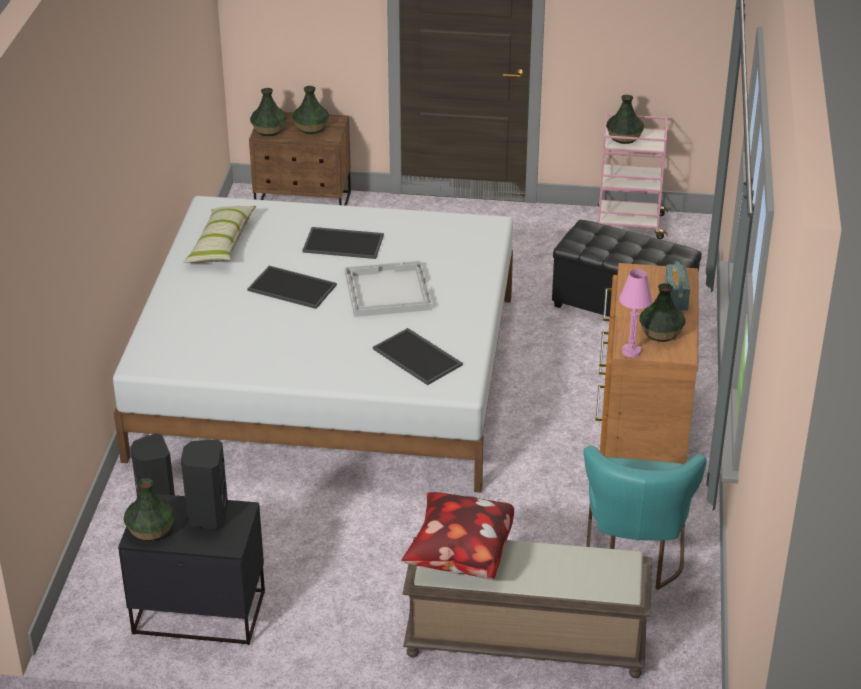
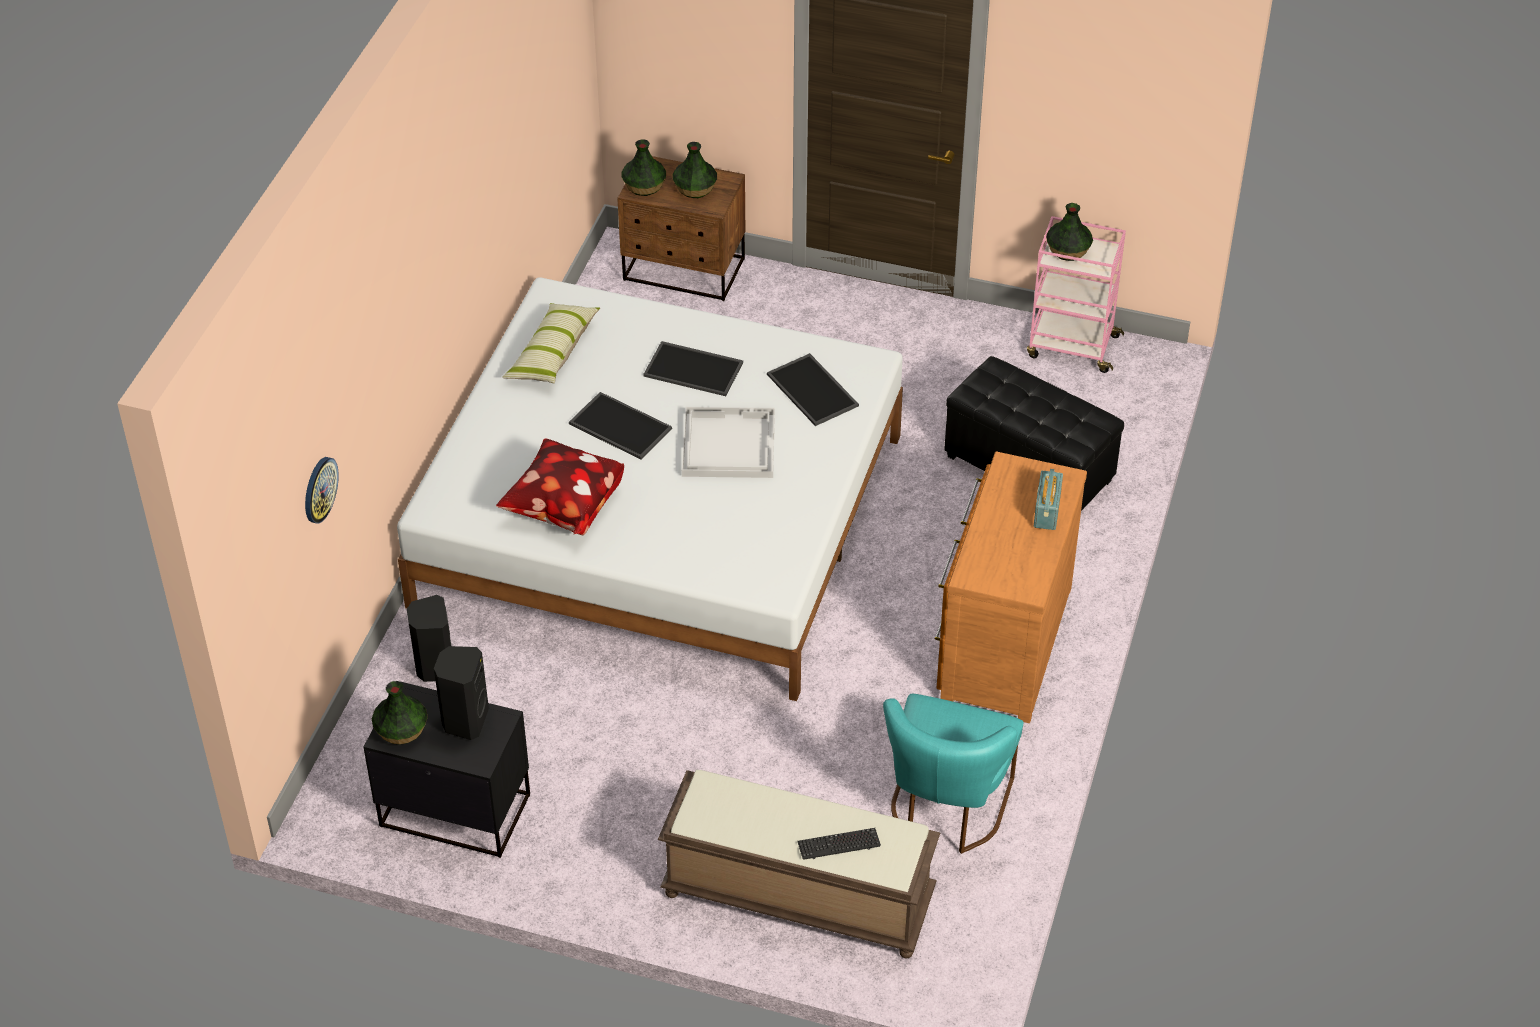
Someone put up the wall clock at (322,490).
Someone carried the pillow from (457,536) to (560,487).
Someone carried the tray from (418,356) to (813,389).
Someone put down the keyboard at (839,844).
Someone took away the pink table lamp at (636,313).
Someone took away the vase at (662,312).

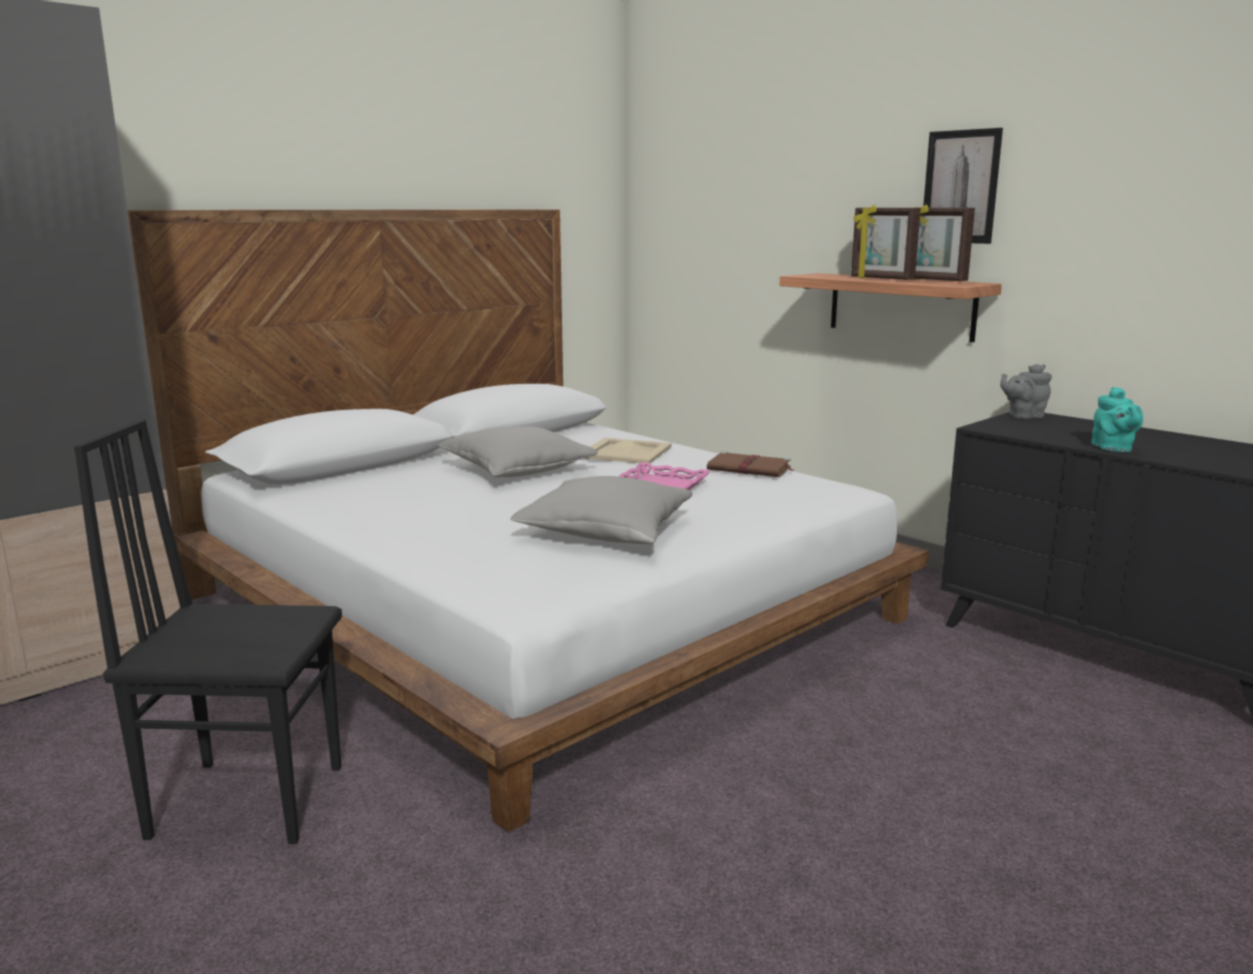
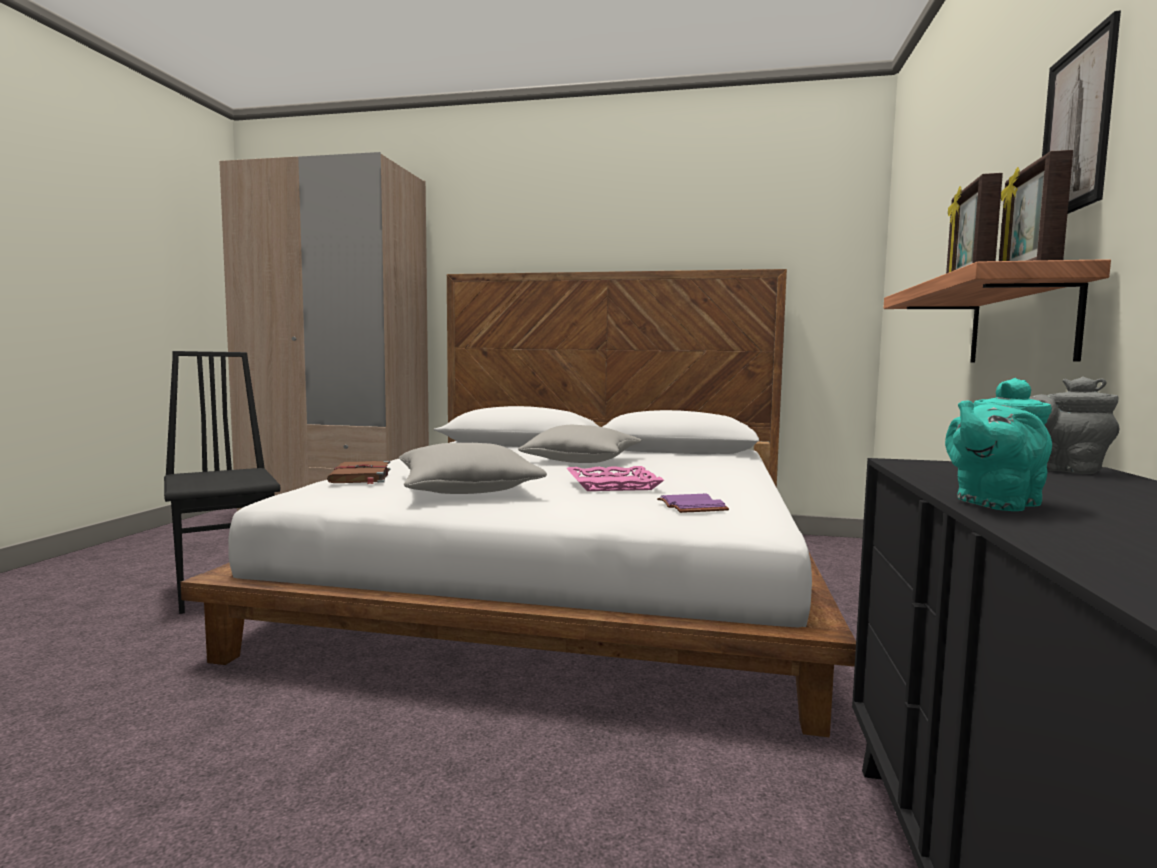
Someone carried the brown book from (750,464) to (359,472).
Someone put down the purple book at (693,503).
Someone took away the beige tray at (629,450).

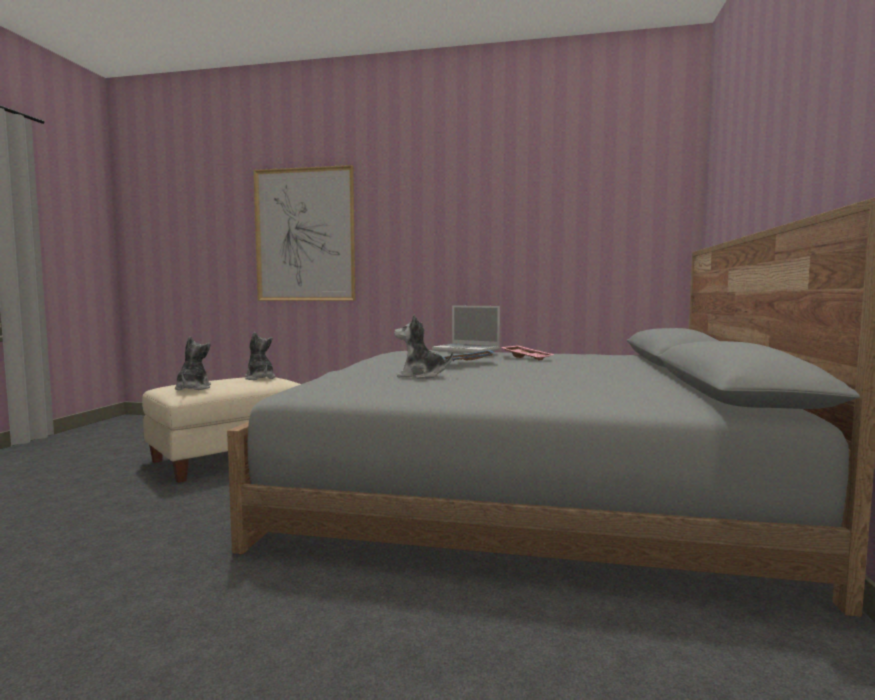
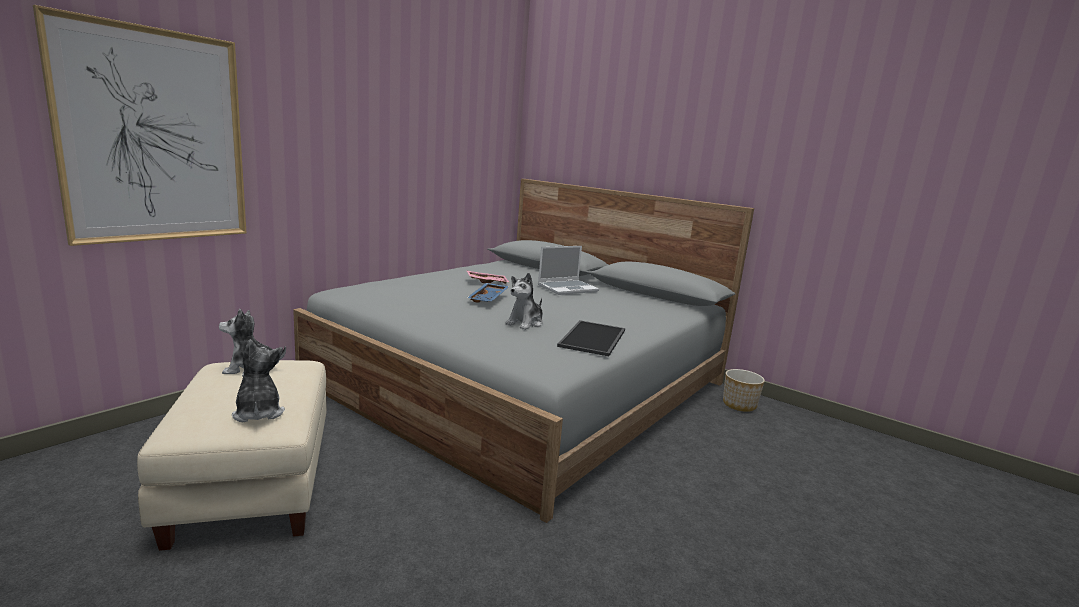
Someone rotated the plush toy at (193,363) by 45 degrees clockwise.
Someone carried the laptop from (466,329) to (568,270).
Someone put down the tray at (591,338).
Someone put down the planter at (744,390).

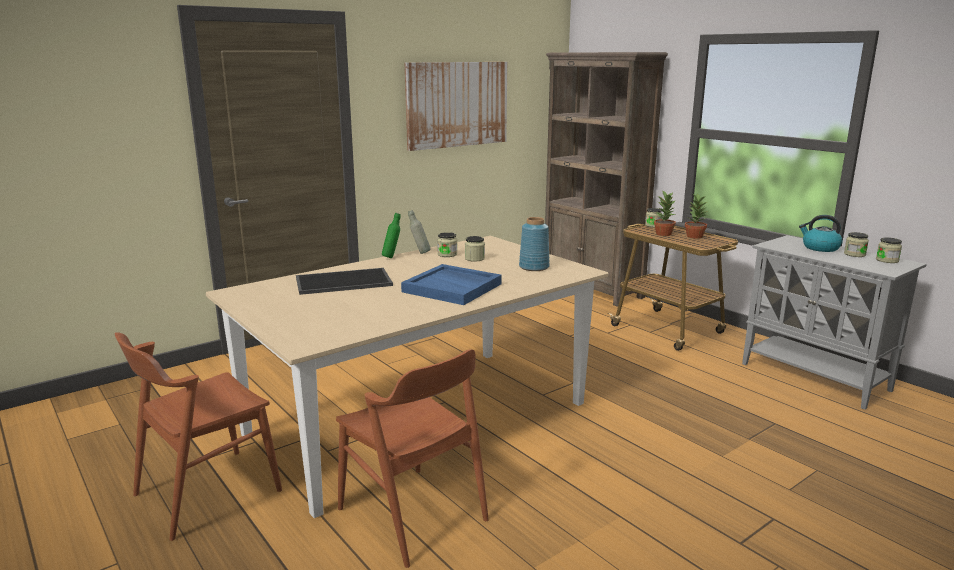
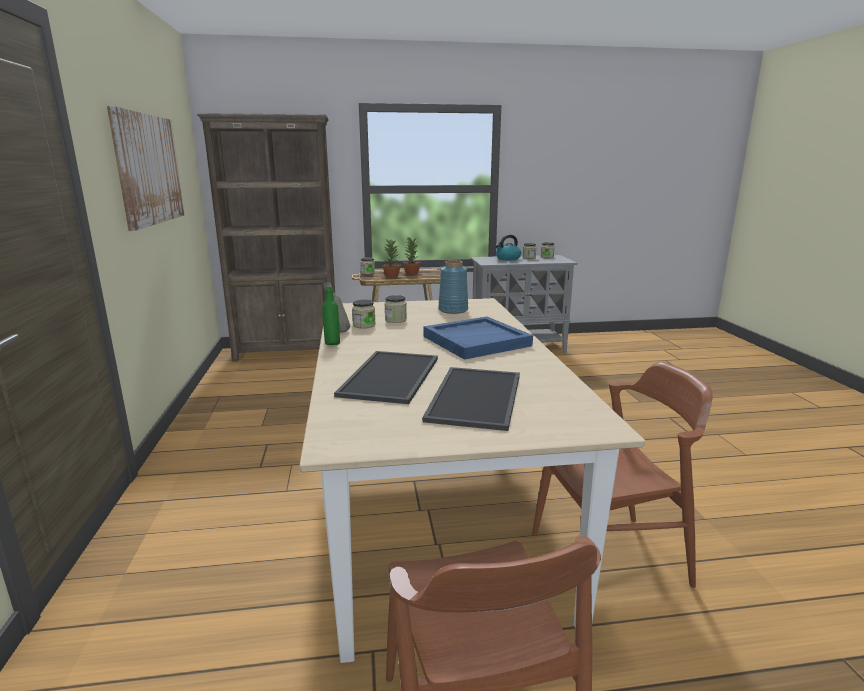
Someone put down the tray at (471,399).

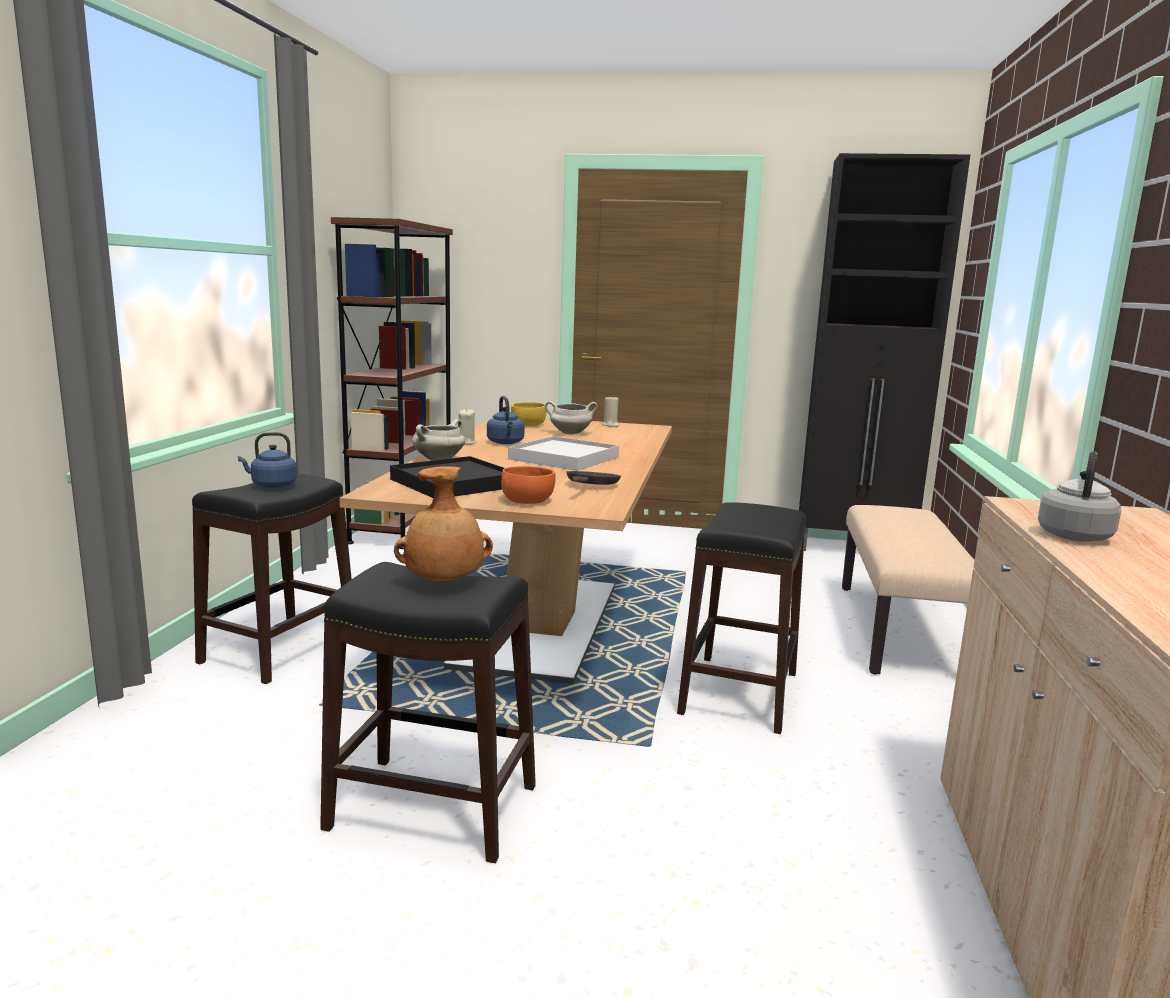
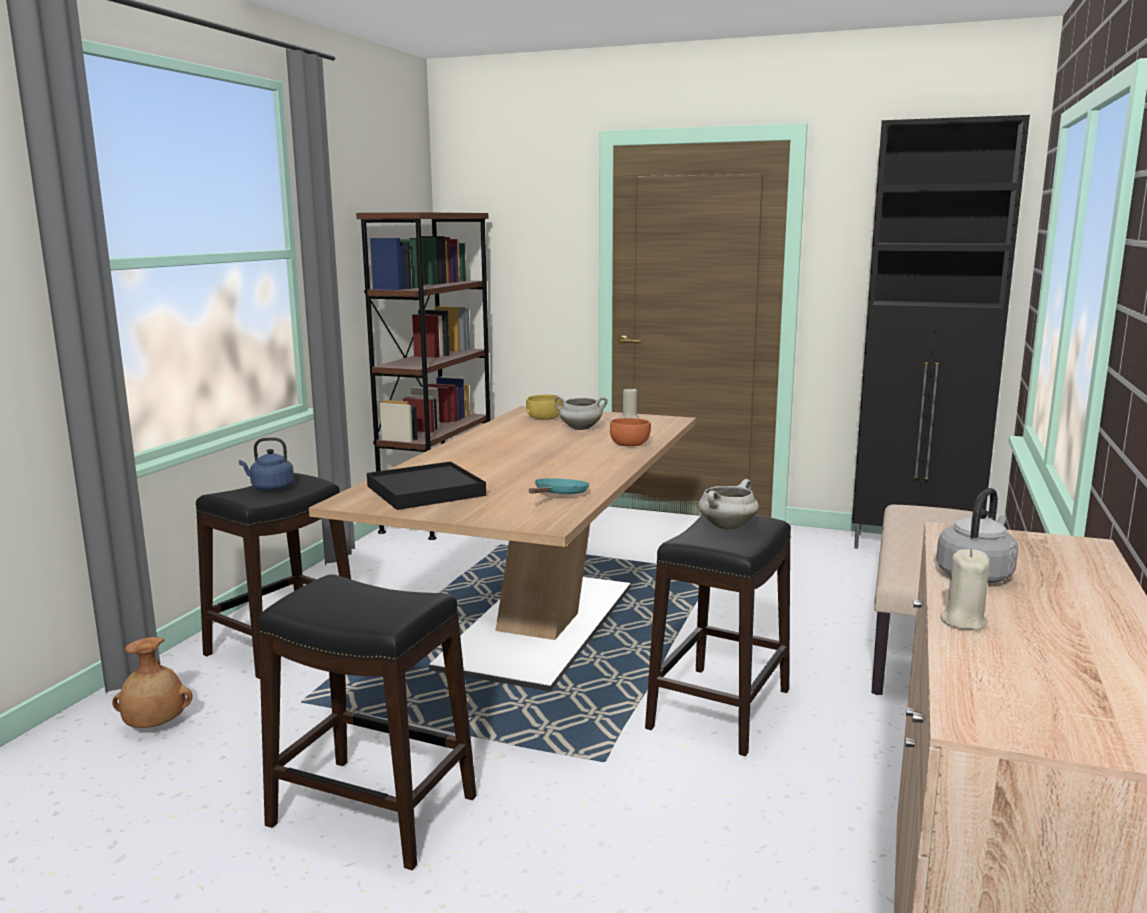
Someone carried the brown vase from (443,524) to (152,682).
Someone repainted the black frying pan at (593,478), which became the turquoise frying pan at (559,486).
Someone carried the orange bowl from (528,485) to (630,432).
Someone carried the white cooking pot from (438,440) to (728,504).
Someone carried the beige candle from (468,426) to (965,589).
Someone took away the blue kettle at (505,420).
Someone took away the white tray at (563,453).

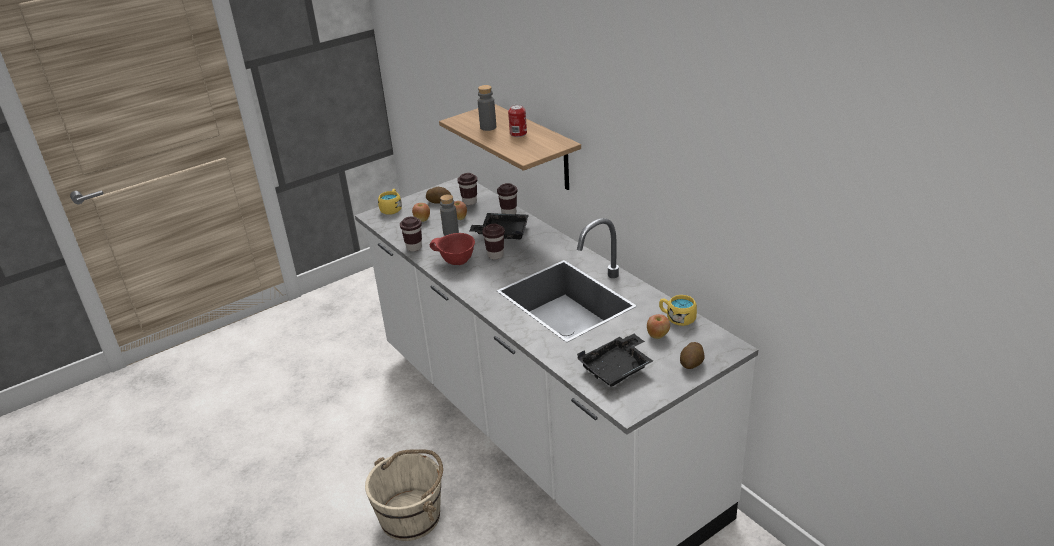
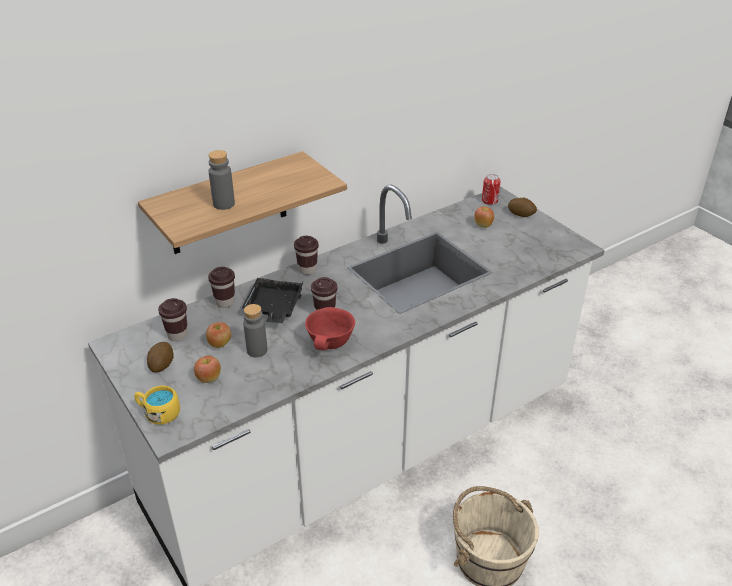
Someone carried the brown cup from (411,233) to (306,255).
Someone carried the can from (517,121) to (491,189).
Someone took away the black tray at (615,360).
Someone took away the yellow mug at (678,310).

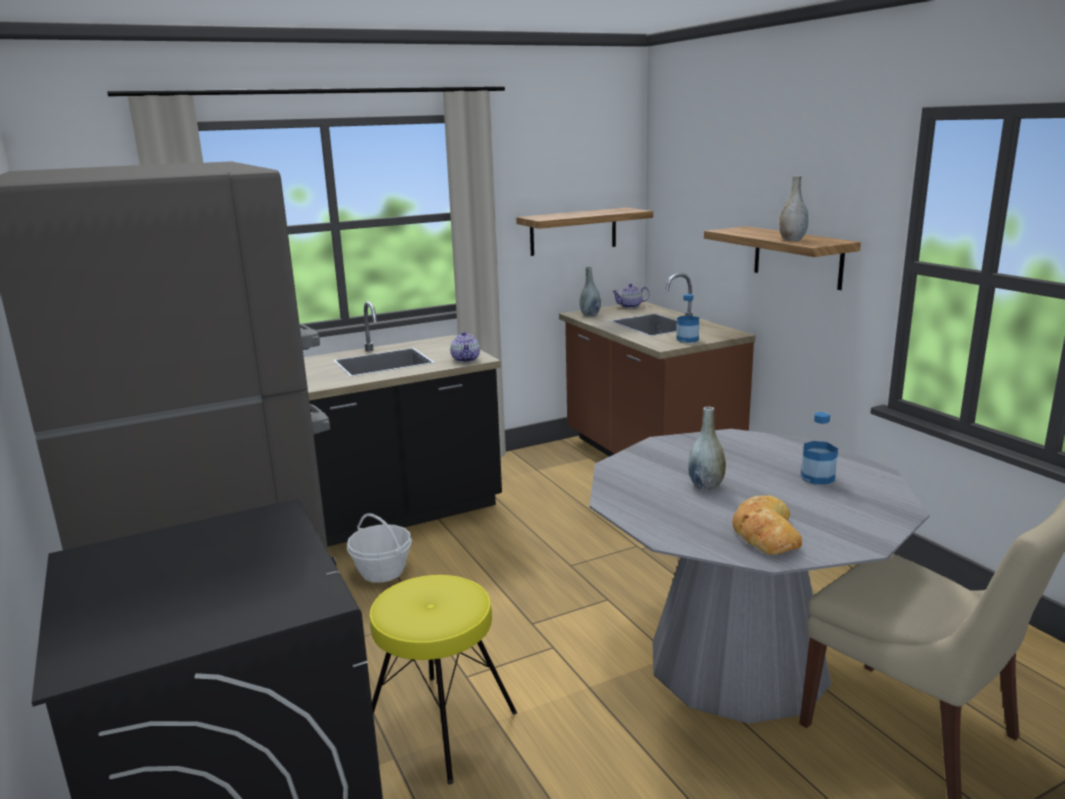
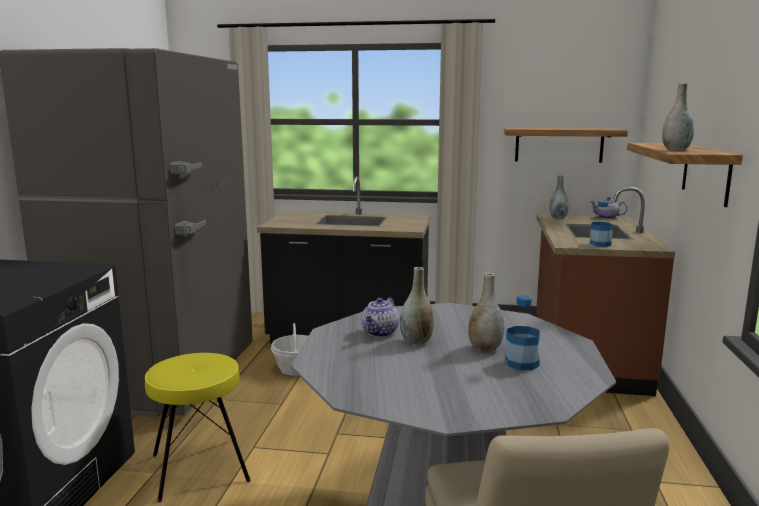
Someone carried the teapot from (465,346) to (380,317).
Someone put down the grey vase at (486,313).
Someone took away the bread at (767,525).

